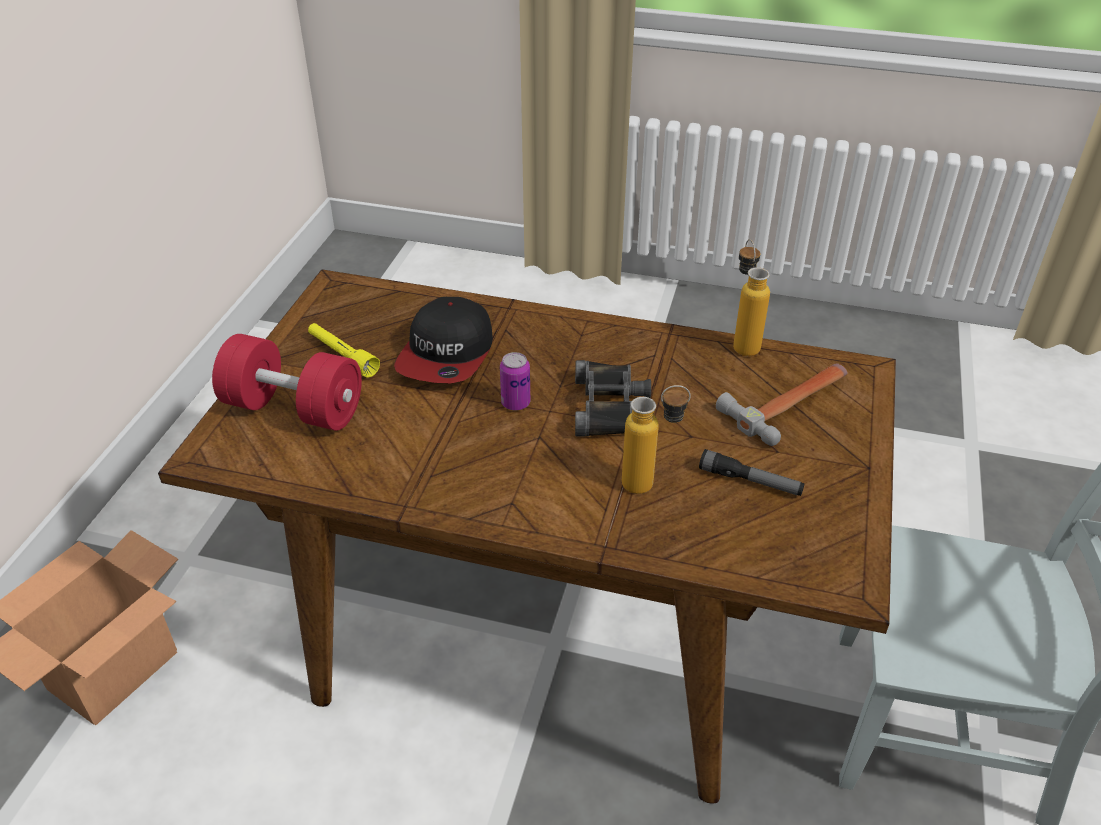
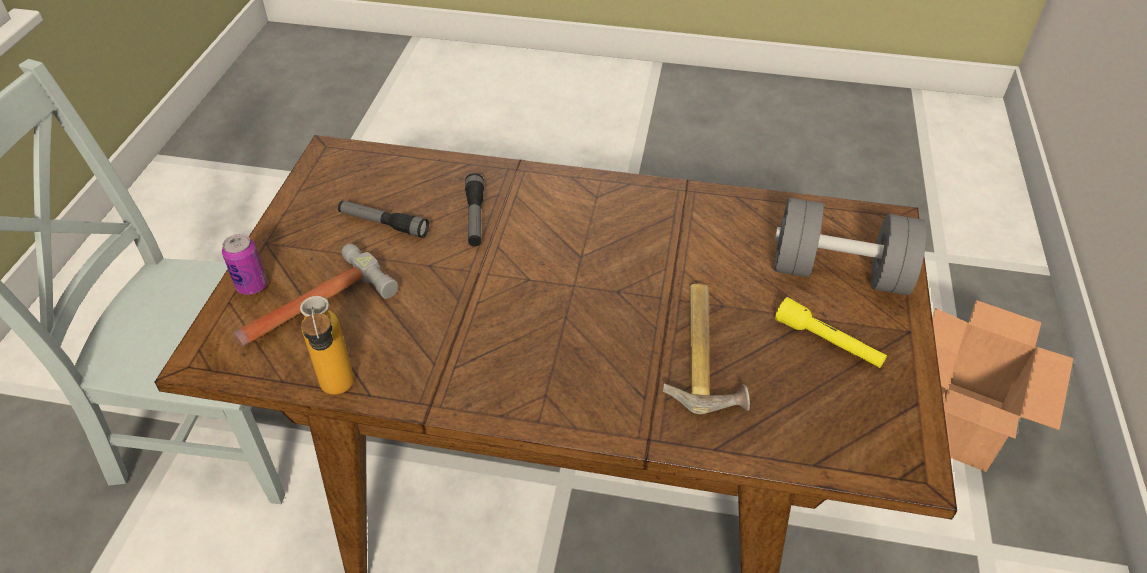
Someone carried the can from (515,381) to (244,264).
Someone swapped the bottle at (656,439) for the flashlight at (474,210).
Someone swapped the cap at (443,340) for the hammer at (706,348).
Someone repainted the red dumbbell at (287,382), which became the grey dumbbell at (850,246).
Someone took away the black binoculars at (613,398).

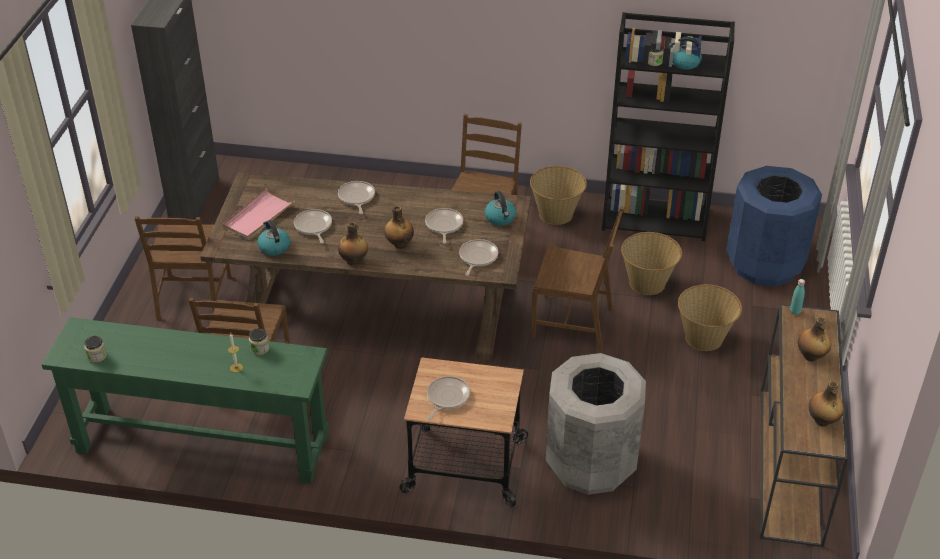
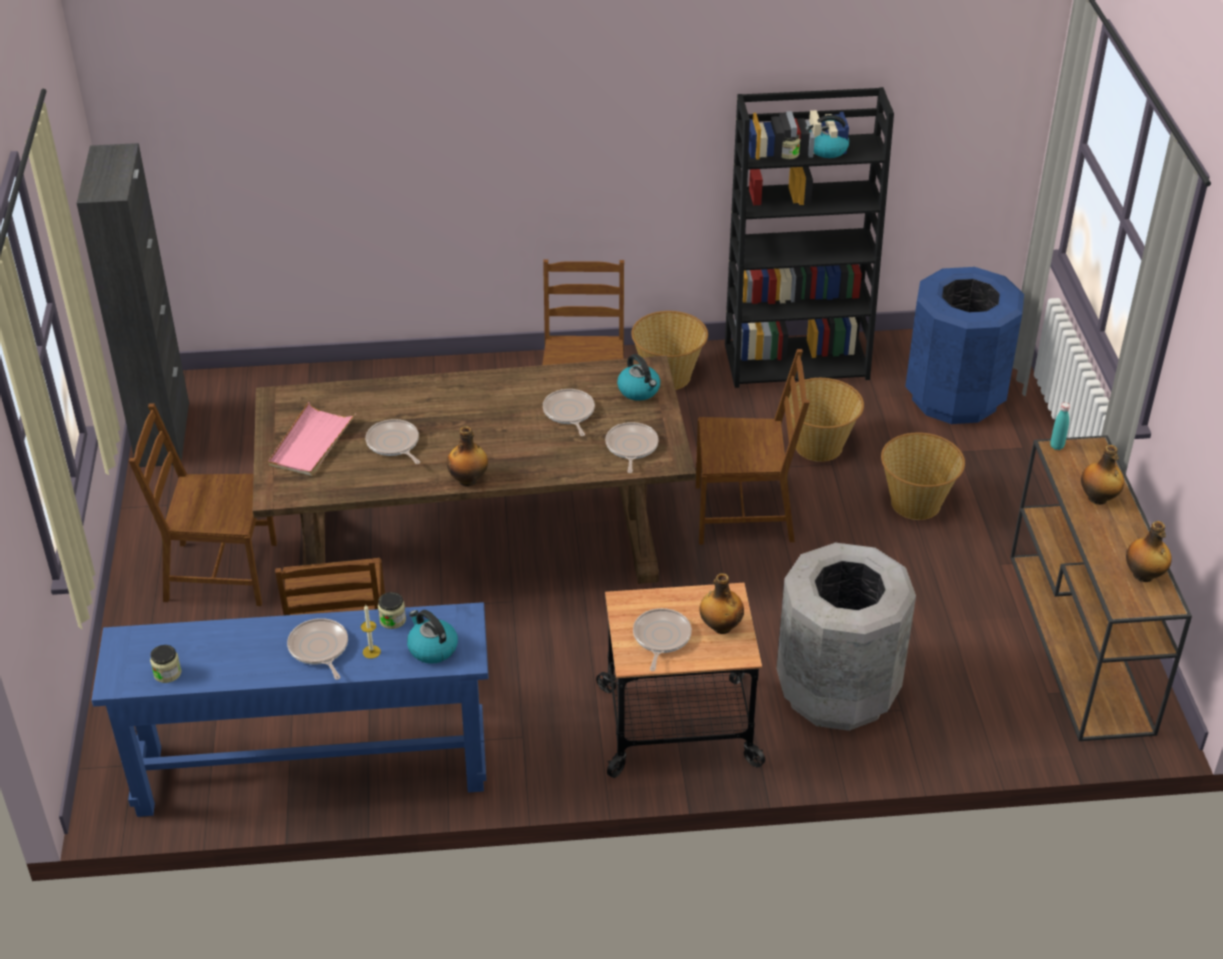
Someone repainted the green console table at (185,400), which became the blue console table at (289,709).
Someone rotated the brown chair at (182,268) by 105 degrees clockwise.
Someone carried the frying pan from (356,197) to (317,649).
Someone carried the kettle from (273,238) to (432,637).
Someone carried the bottle from (399,227) to (722,603).

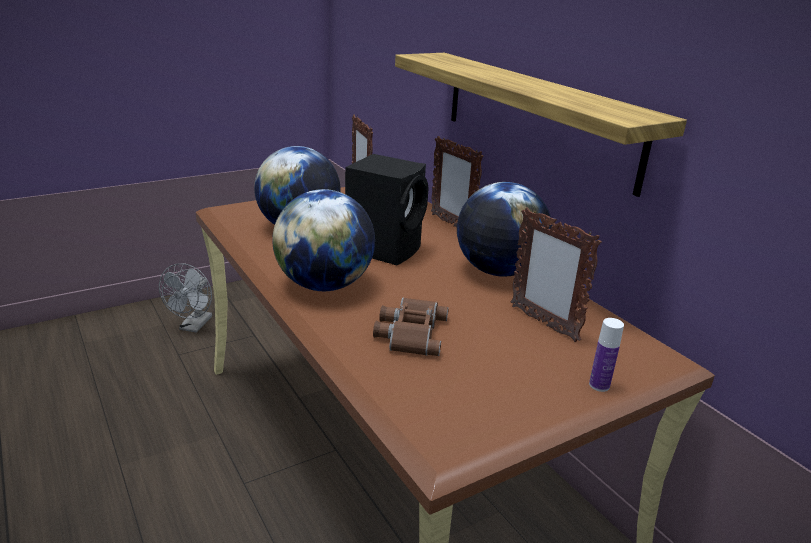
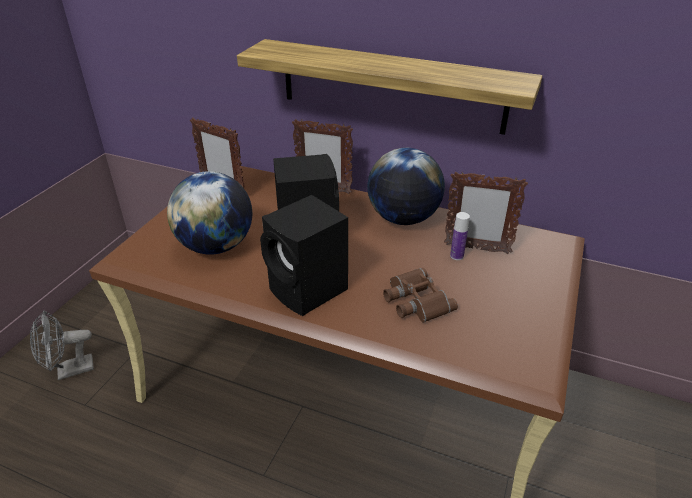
Someone rotated the grey fan at (185,298) by 90 degrees clockwise.
Someone swapped the globe at (323,240) for the black speaker at (304,255).
Someone carried the bottle from (606,355) to (460,236).

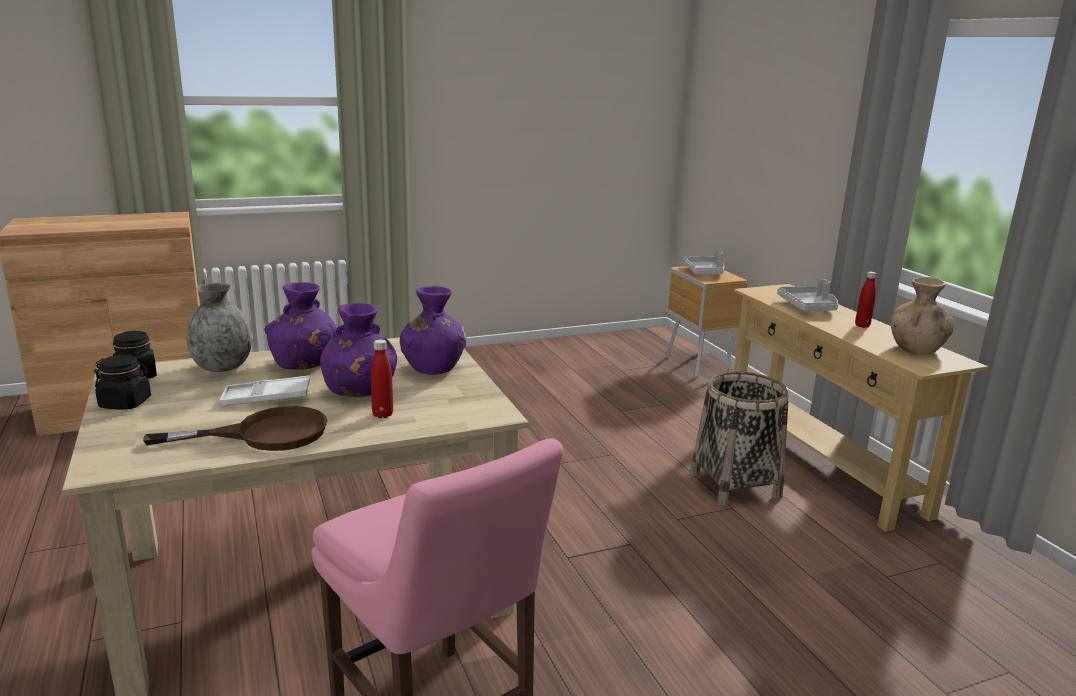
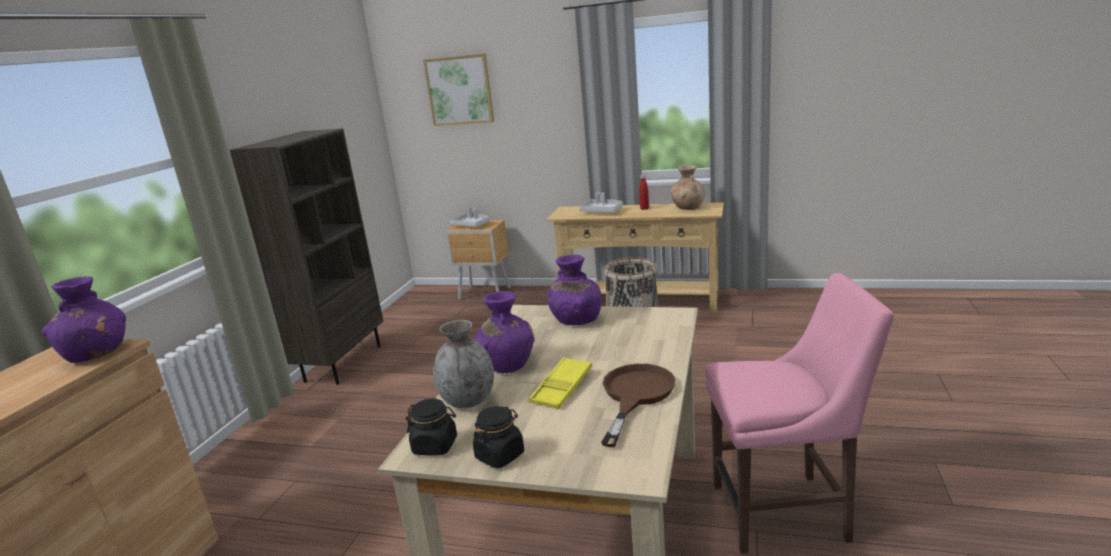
Someone carried the purple vase from (358,350) to (84,319).
Someone put down the brown bookcase at (306,256).
Someone put up the picture at (458,89).
Someone repainted the white tray at (264,390), which became the yellow tray at (560,383).
Someone took away the red bottle at (382,379).

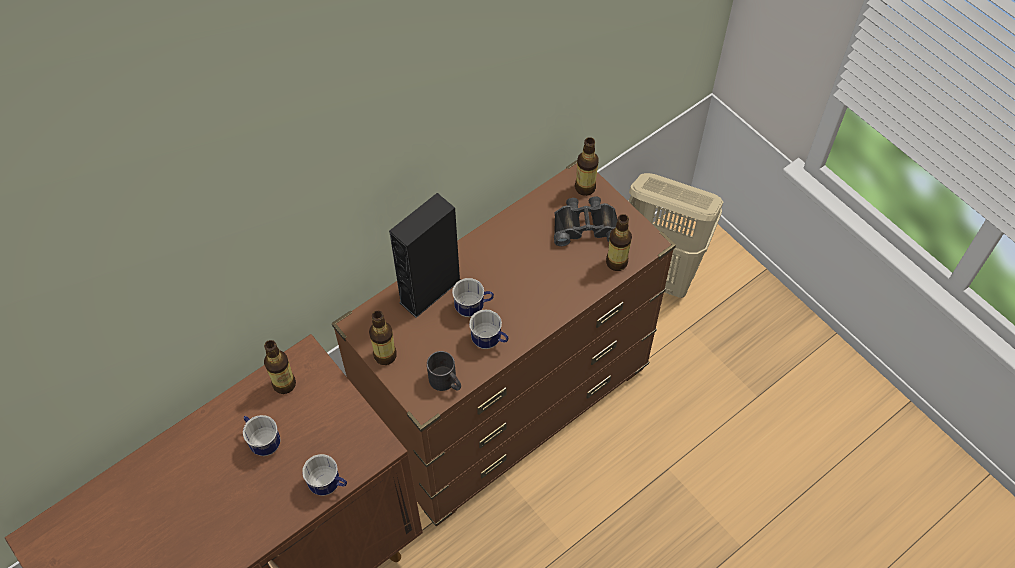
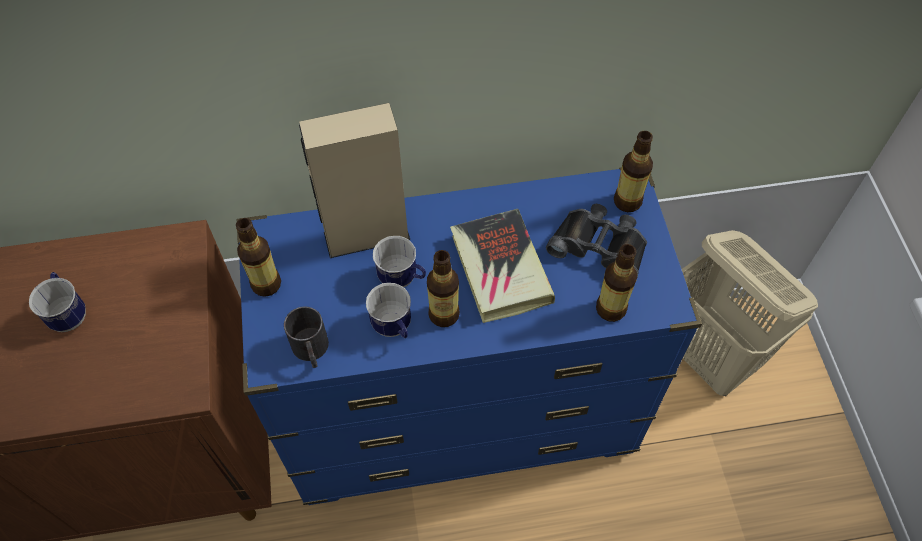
Someone repainted the brown dresser at (504,343), which became the blue dresser at (469,336).
Someone repainted the black speaker at (425,255), which became the beige speaker at (354,180).
Someone carried the bottle from (280,367) to (443,288).
Someone put down the book at (502,266).
Someone took away the mug at (324,475).

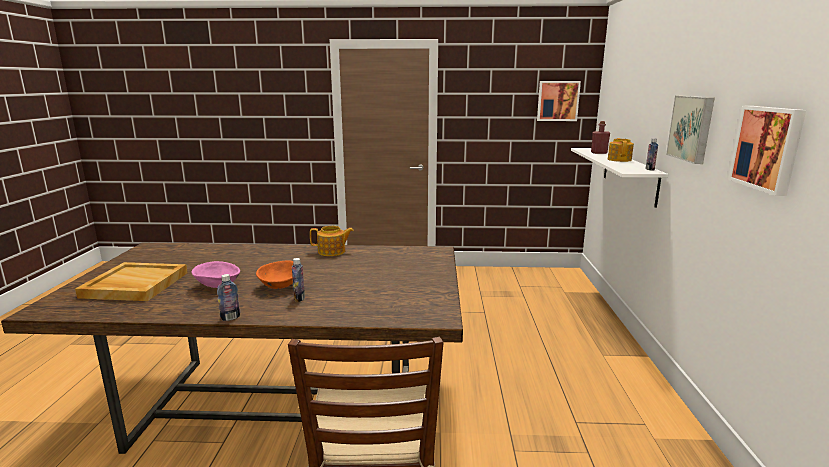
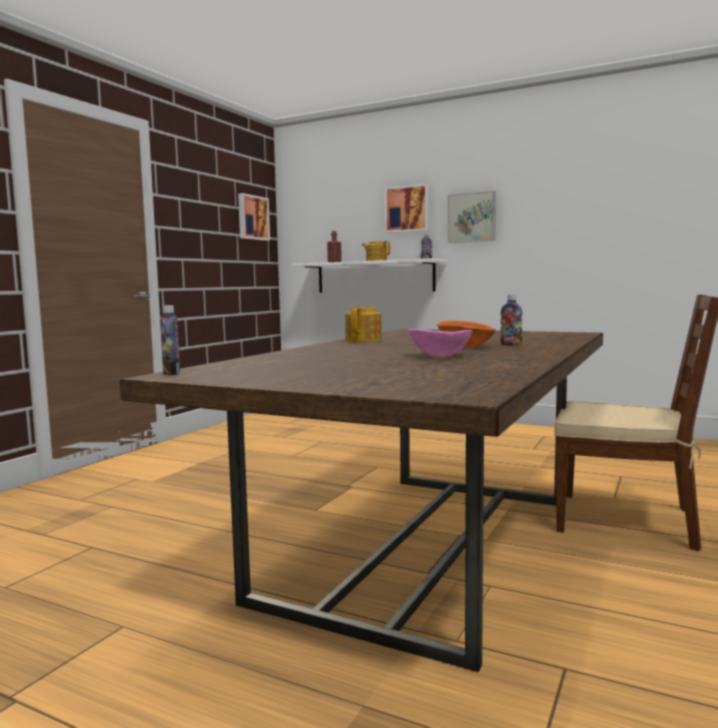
Someone carried the bottle from (228,297) to (170,340).
Someone carried the picture from (767,151) to (407,208).
Someone took away the beige tray at (131,281).

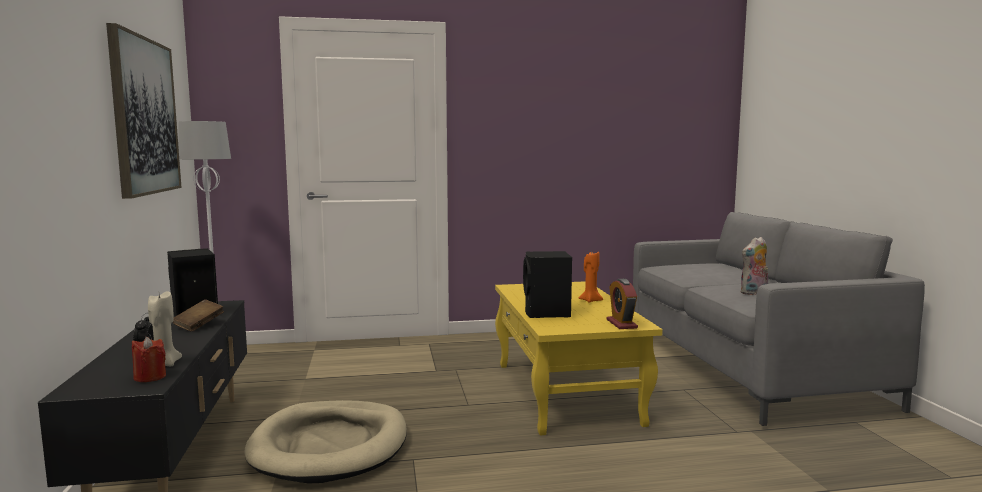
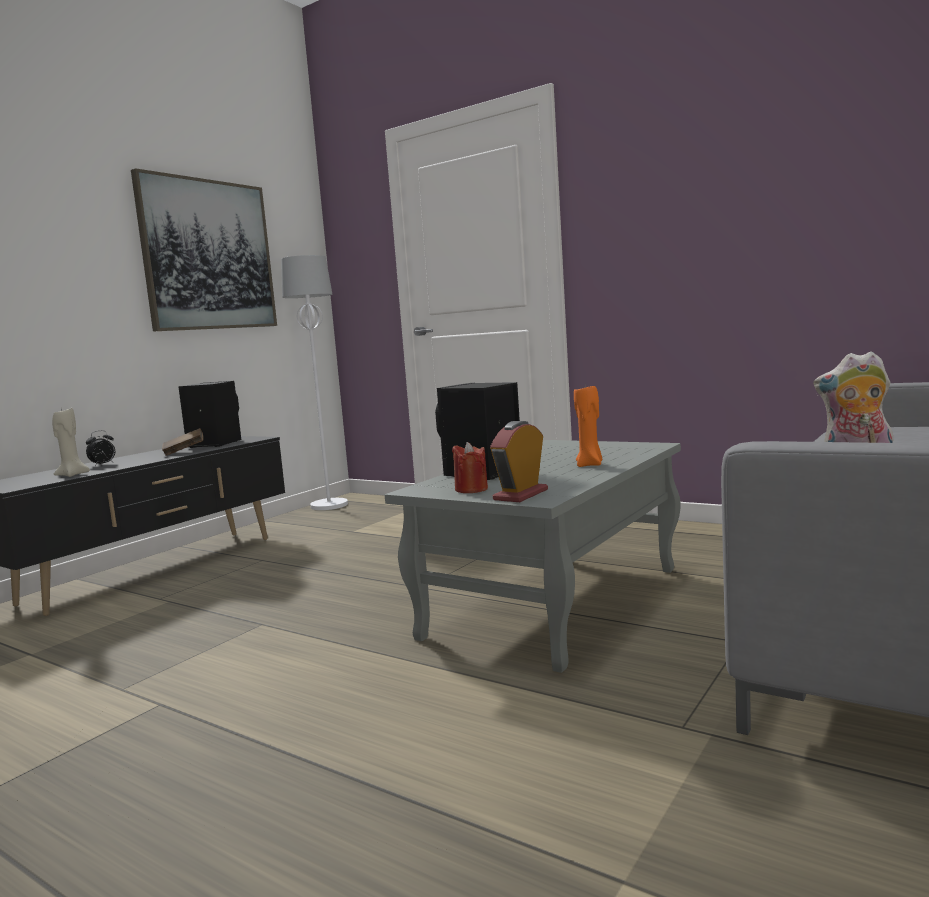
Someone repainted the yellow coffee table at (579,358), which became the grey coffee table at (532,556).
Someone carried the red candle from (149,359) to (470,467).
Someone took away the beige dog bed at (325,442).

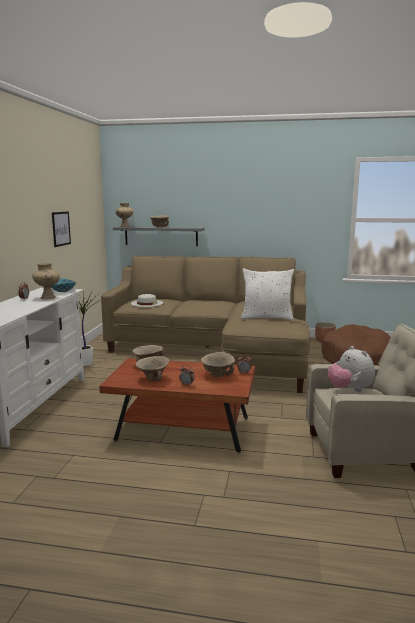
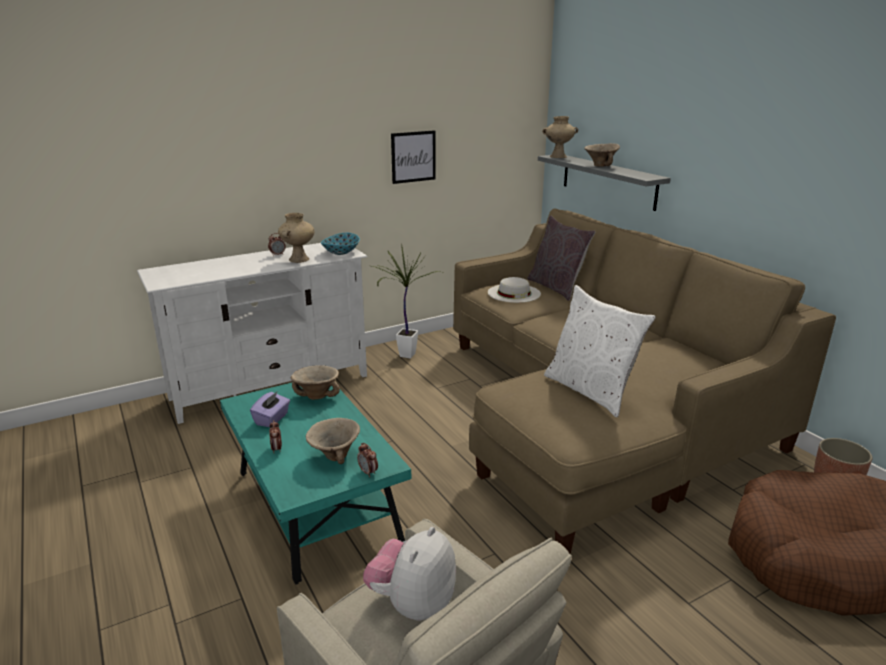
Someone repainted the brown coffee table at (177,405), which became the turquoise coffee table at (315,483).
Someone swapped the beige bowl at (152,368) for the purple tissue box at (270,409).
Someone put down the grey pillow at (561,258).

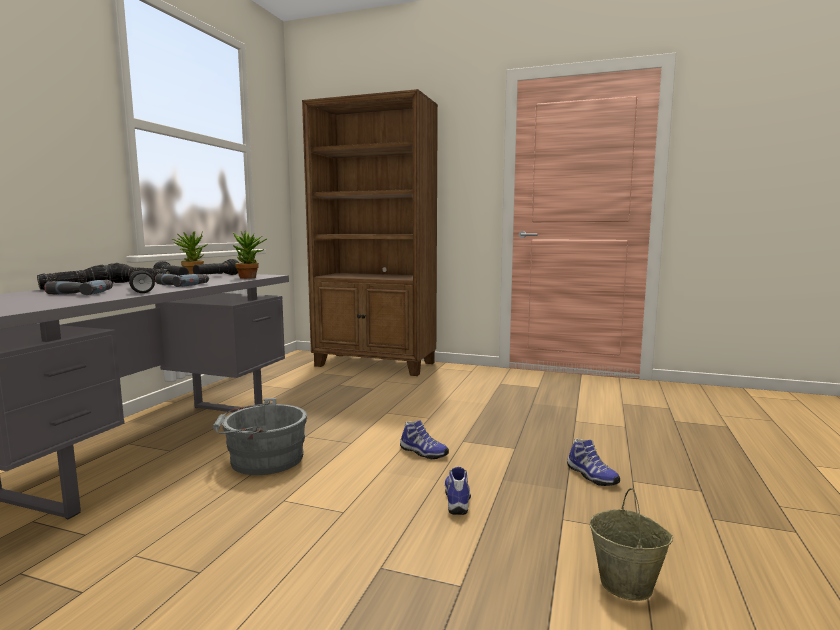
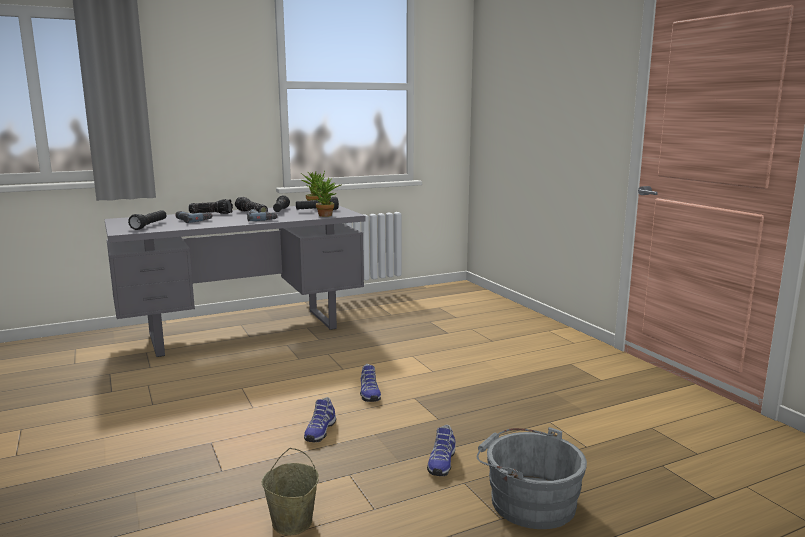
Someone carried the black flashlight from (142,282) to (147,220).
Someone rotated the shoe at (458,491) by 150 degrees clockwise.
Someone carried the grey bucket from (260,436) to (532,478).
Someone took away the brown bookcase at (370,232).

